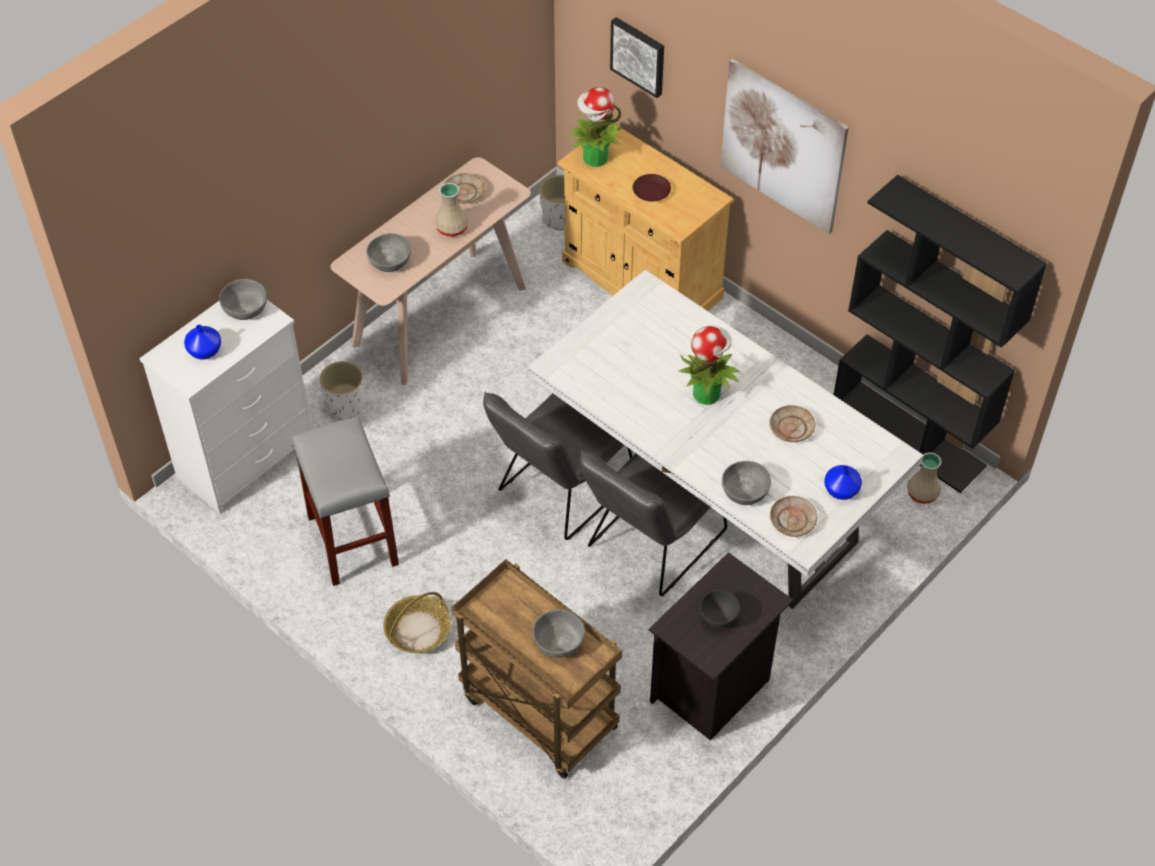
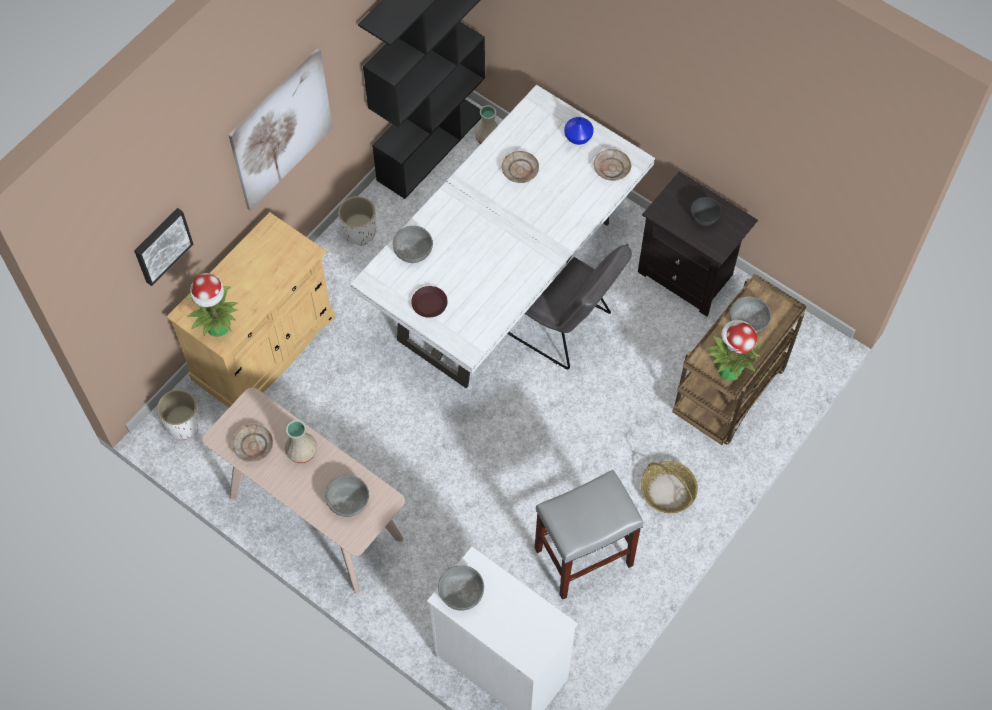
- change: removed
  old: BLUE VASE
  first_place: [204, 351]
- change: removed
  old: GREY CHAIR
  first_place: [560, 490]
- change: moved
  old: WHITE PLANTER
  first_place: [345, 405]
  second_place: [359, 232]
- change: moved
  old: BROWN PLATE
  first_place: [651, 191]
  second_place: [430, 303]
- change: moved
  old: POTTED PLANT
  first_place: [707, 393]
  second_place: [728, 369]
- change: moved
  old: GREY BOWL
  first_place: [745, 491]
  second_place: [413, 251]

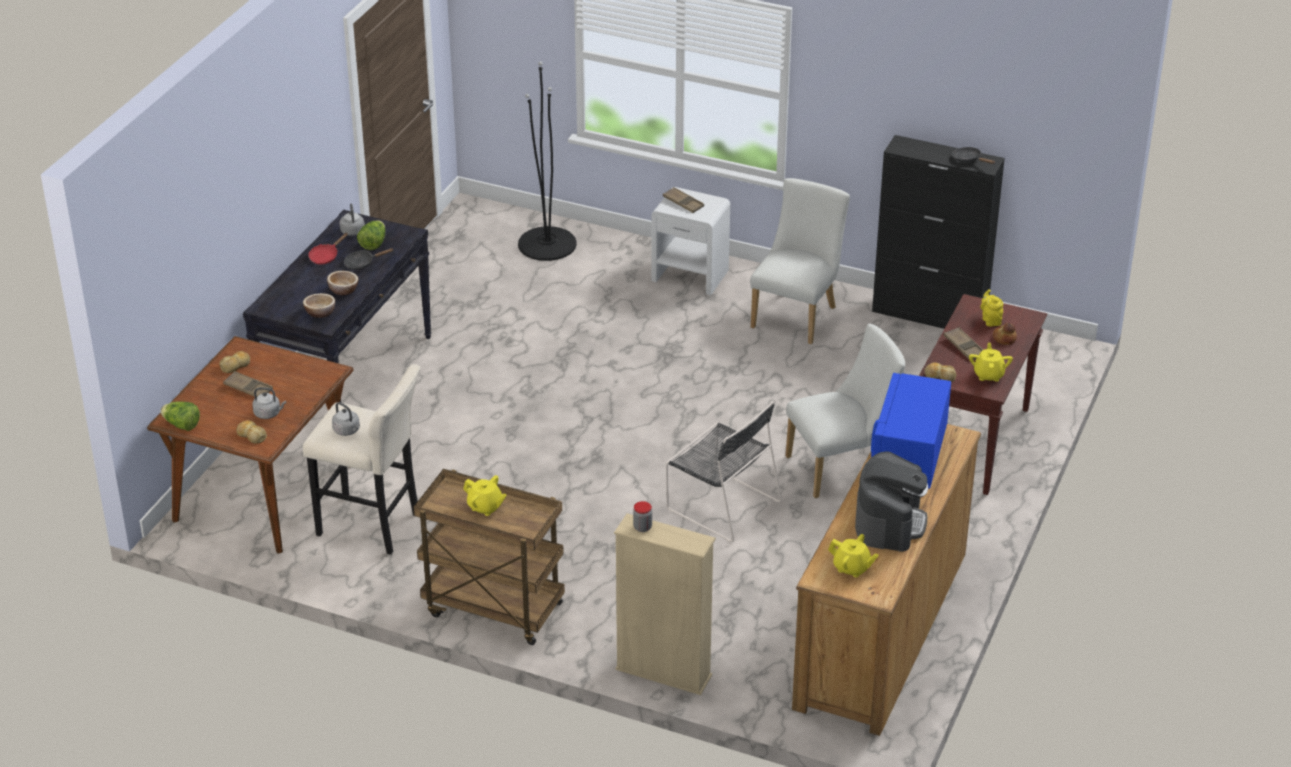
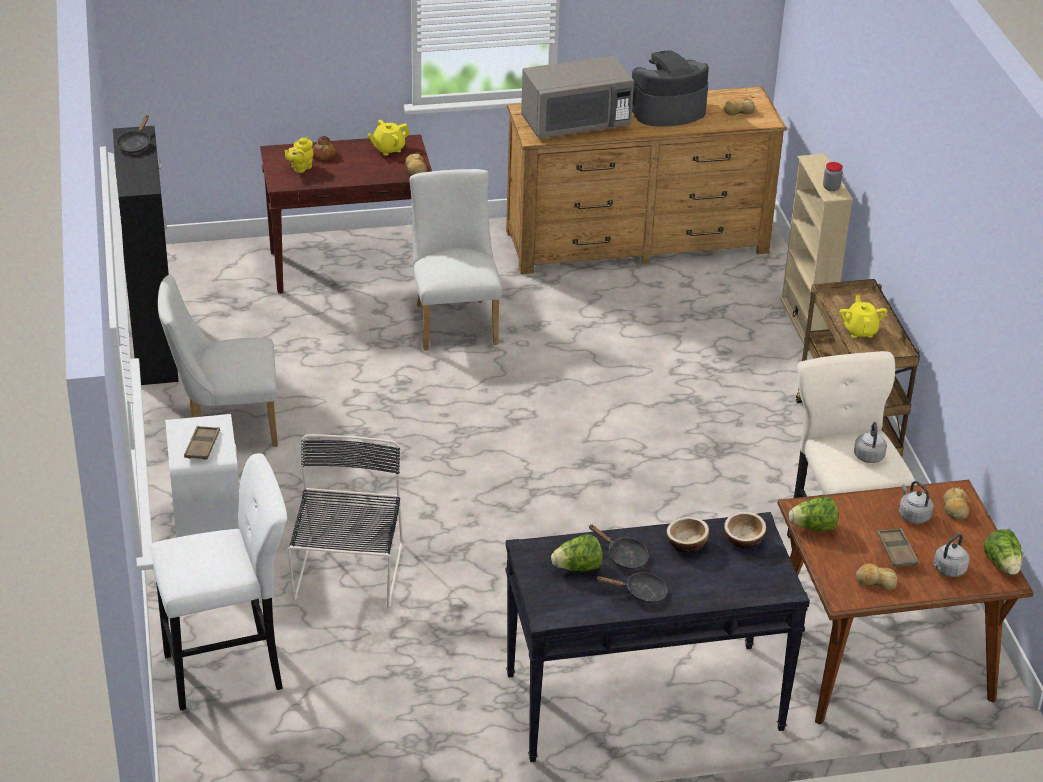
- change: removed
  old: BROWN TRAY
  first_place: [964, 347]
- change: added
  new: LETTUCE
  second_place: [813, 527]
- change: moved
  old: GREY KETTLE
  first_place: [352, 230]
  second_place: [948, 570]
- change: moved
  old: BLACK CHAIR
  first_place: [721, 504]
  second_place: [348, 576]
- change: replaced
  old: BLACK FLOOR LAMP
  new: WHITE STOOL
  first_place: [547, 244]
  second_place: [230, 670]
- change: replaced
  old: YELLOW TEAPOT
  new: BREAD
  first_place: [852, 568]
  second_place: [738, 111]
- change: recoloured
  old: RED FRYING PAN
  new: BLACK FRYING PAN
  first_place: [326, 256]
  second_place: [641, 593]
- change: recoloured
  old: BLUE MICROWAVE
  new: GREY MICROWAVE
  first_place: [909, 455]
  second_place: [575, 124]
- change: turned
  old: WHITE CHAIR
  first_place: [842, 467]
  second_place: [454, 320]
  degrees: 45

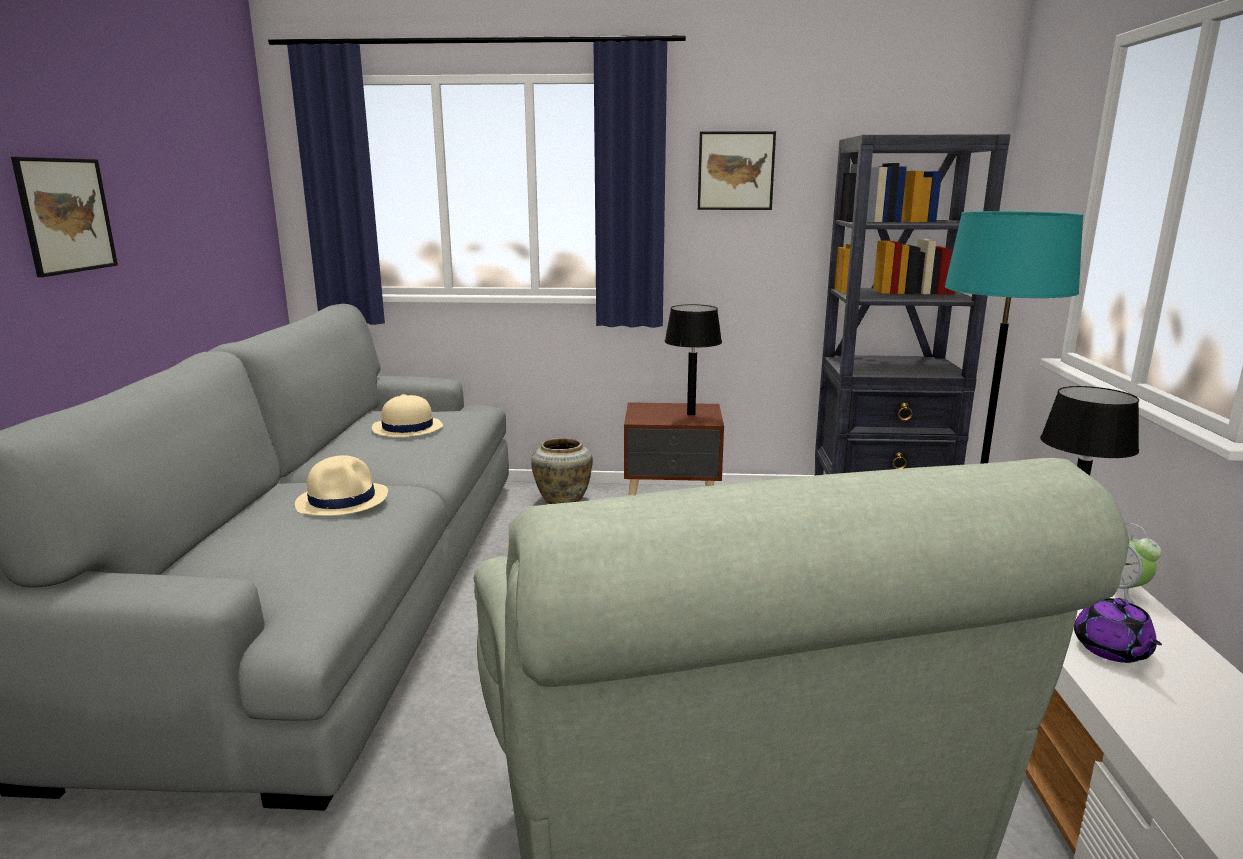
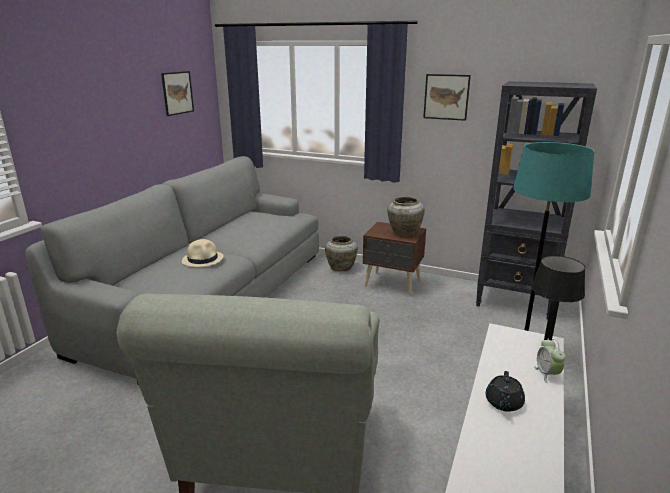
- change: removed
  old: BEIGE HAT
  first_place: [407, 428]
- change: moved
  old: PICTURE
  first_place: [66, 215]
  second_place: [177, 93]
- change: replaced
  old: BLACK TABLE LAMP
  new: BEIGE VASE
  first_place: [690, 414]
  second_place: [404, 233]
- change: recoloured
  old: PURPLE TEAPOT
  new: BLACK TEAPOT
  first_place: [1112, 650]
  second_place: [503, 403]

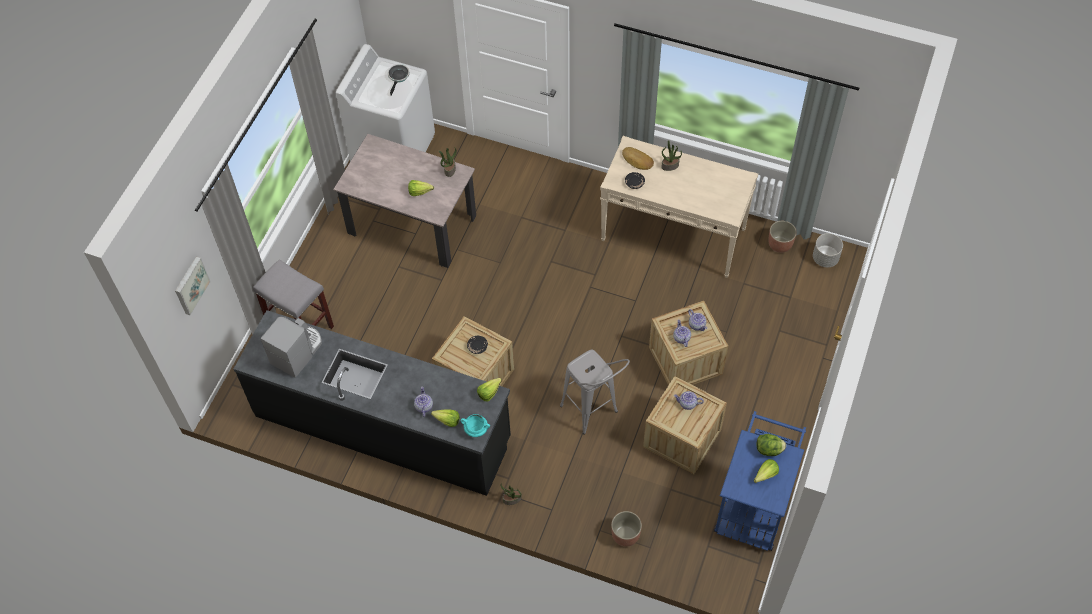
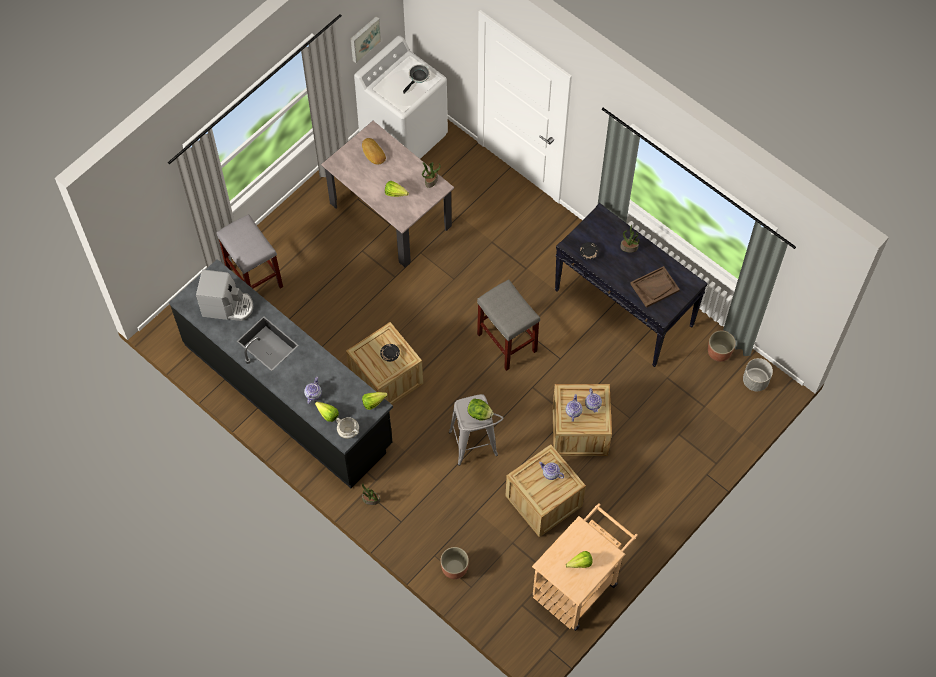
- change: added
  new: GREY STOOL
  second_place: [506, 342]
- change: added
  new: BROWN TRAY
  second_place: [654, 287]
- change: moved
  old: PICTURE
  first_place: [190, 285]
  second_place: [364, 38]
- change: moved
  old: BREAD
  first_place: [637, 160]
  second_place: [373, 153]
- change: moved
  old: LETTUCE
  first_place: [769, 450]
  second_place: [479, 414]
- change: recoloured
  old: TURQUOISE COOKING POT
  new: WHITE COOKING POT
  first_place: [476, 429]
  second_place: [349, 431]
- change: recoloured
  old: BEIGE CONSOLE TABLE
  new: BLACK CONSOLE TABLE
  first_place: [674, 234]
  second_place: [624, 308]
- change: recoloured
  old: BLUE CART
  new: BEIGE CART
  first_place: [753, 504]
  second_place: [579, 583]
- change: turned
  old: COFFEE MACHINE
  first_place: [297, 352]
  second_place: [227, 306]
  degrees: 45

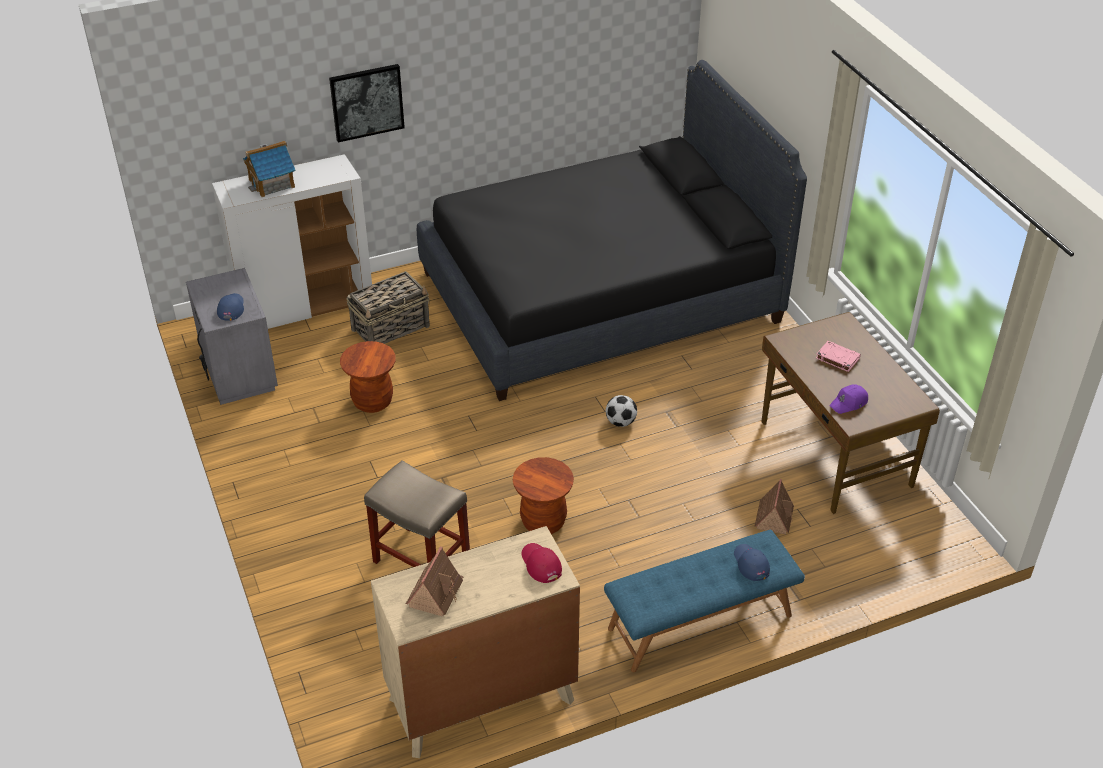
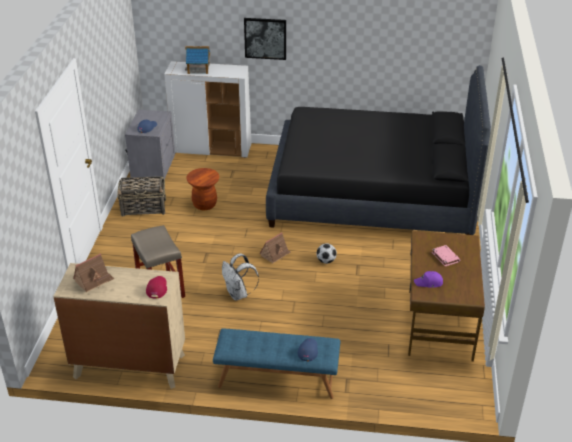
- change: moved
  old: BASKET
  first_place: [391, 328]
  second_place: [144, 207]
- change: moved
  old: TOY HOUSE
  first_place: [774, 517]
  second_place: [275, 254]
- change: replaced
  old: BROWN STOOL
  new: WHITE BACKPACK
  first_place: [543, 521]
  second_place: [238, 294]

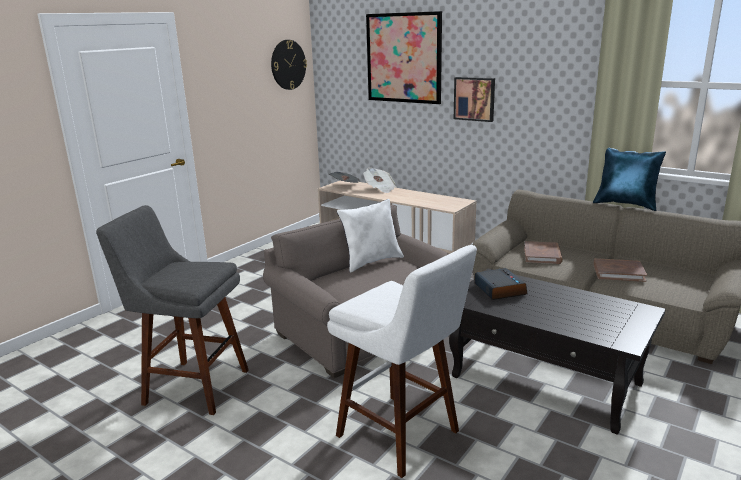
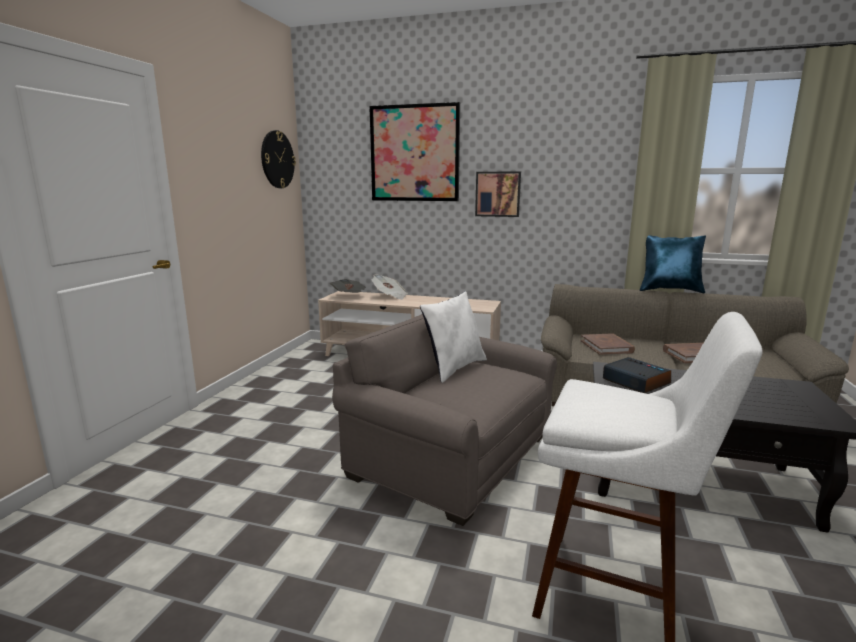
- change: removed
  old: GREY STOOL
  first_place: [192, 386]

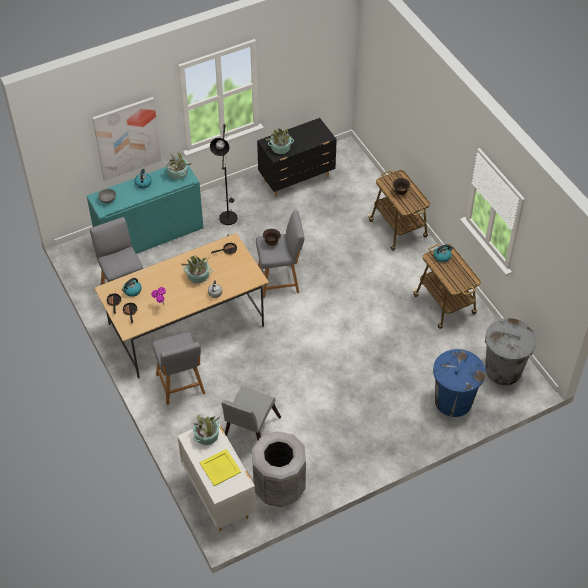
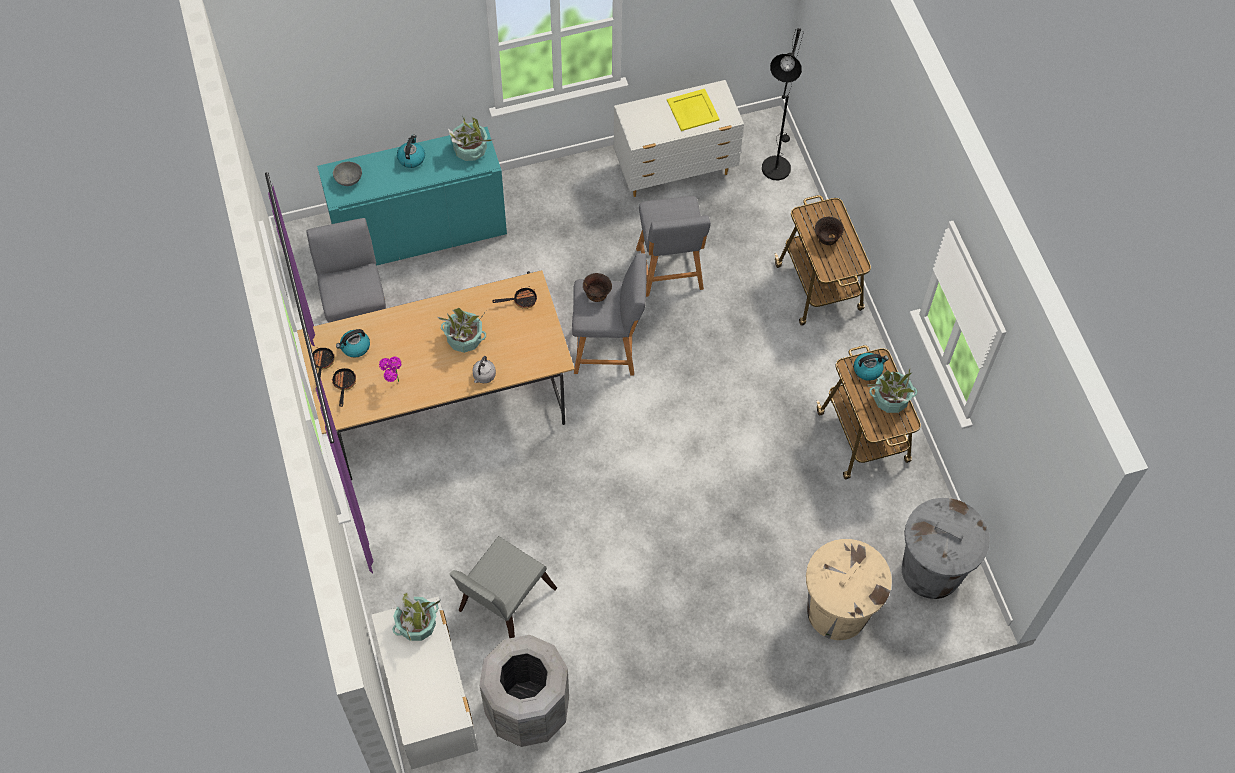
- change: removed
  old: PICTURE
  first_place: [127, 138]
- change: moved
  old: GREY STOOL
  first_place: [181, 386]
  second_place: [670, 272]
- change: moved
  old: YELLOW TRAY
  first_place: [220, 467]
  second_place: [693, 109]
- change: moved
  old: BLACK FLOOR LAMP
  first_place: [228, 215]
  second_place: [776, 163]
- change: moved
  old: POTTED PLANT
  first_place: [281, 148]
  second_place: [890, 399]
- change: recoloured
  old: BLACK DRESSER
  new: WHITE DRESSER
  first_place: [297, 179]
  second_place: [676, 170]
- change: recoloured
  old: BLUE TRASH CAN
  new: BEIGE TRASH CAN
  first_place: [453, 401]
  second_place: [837, 611]

